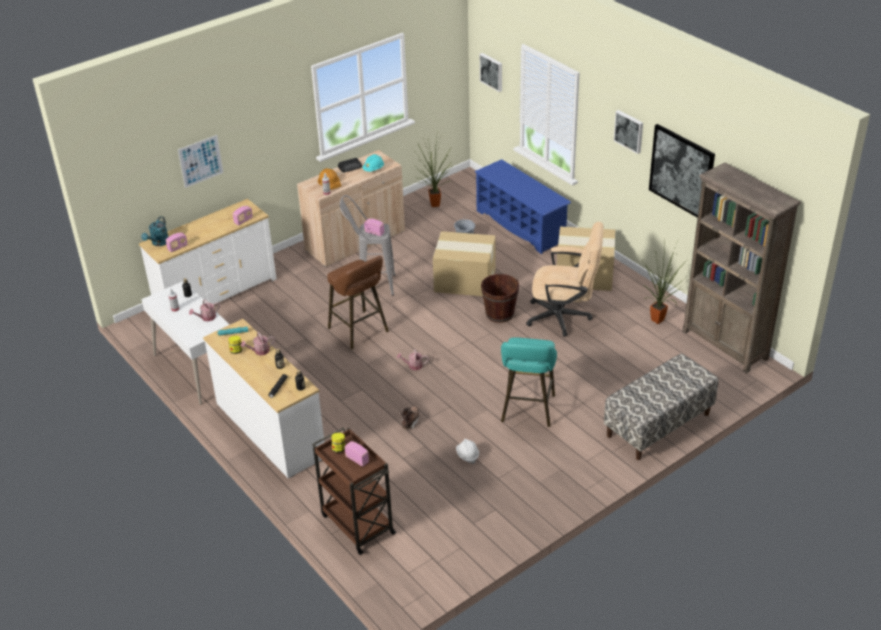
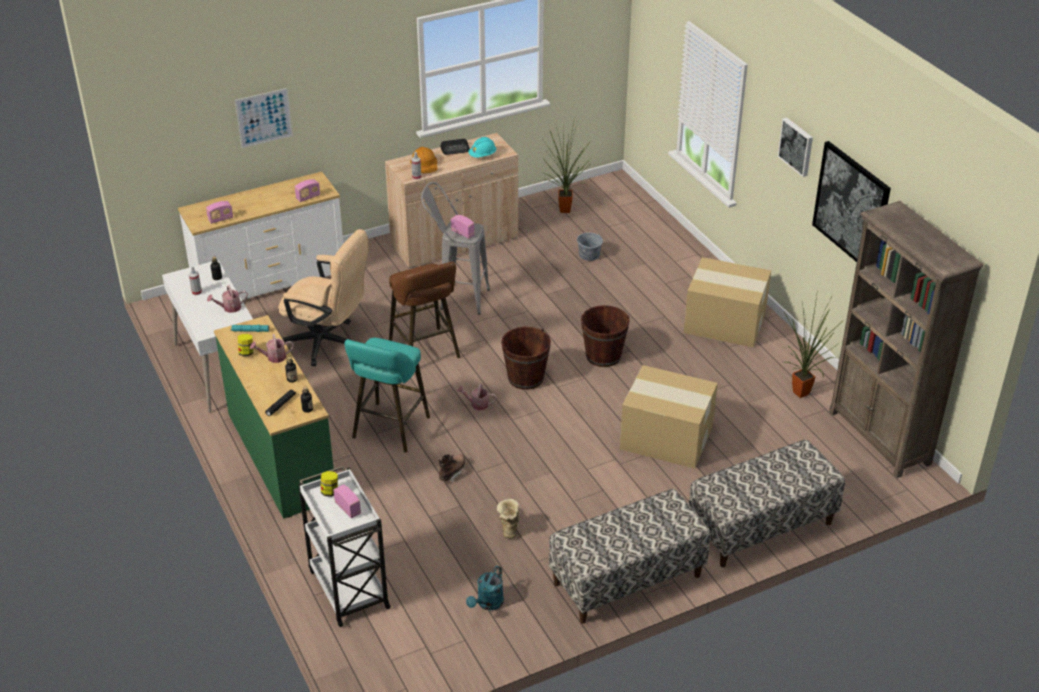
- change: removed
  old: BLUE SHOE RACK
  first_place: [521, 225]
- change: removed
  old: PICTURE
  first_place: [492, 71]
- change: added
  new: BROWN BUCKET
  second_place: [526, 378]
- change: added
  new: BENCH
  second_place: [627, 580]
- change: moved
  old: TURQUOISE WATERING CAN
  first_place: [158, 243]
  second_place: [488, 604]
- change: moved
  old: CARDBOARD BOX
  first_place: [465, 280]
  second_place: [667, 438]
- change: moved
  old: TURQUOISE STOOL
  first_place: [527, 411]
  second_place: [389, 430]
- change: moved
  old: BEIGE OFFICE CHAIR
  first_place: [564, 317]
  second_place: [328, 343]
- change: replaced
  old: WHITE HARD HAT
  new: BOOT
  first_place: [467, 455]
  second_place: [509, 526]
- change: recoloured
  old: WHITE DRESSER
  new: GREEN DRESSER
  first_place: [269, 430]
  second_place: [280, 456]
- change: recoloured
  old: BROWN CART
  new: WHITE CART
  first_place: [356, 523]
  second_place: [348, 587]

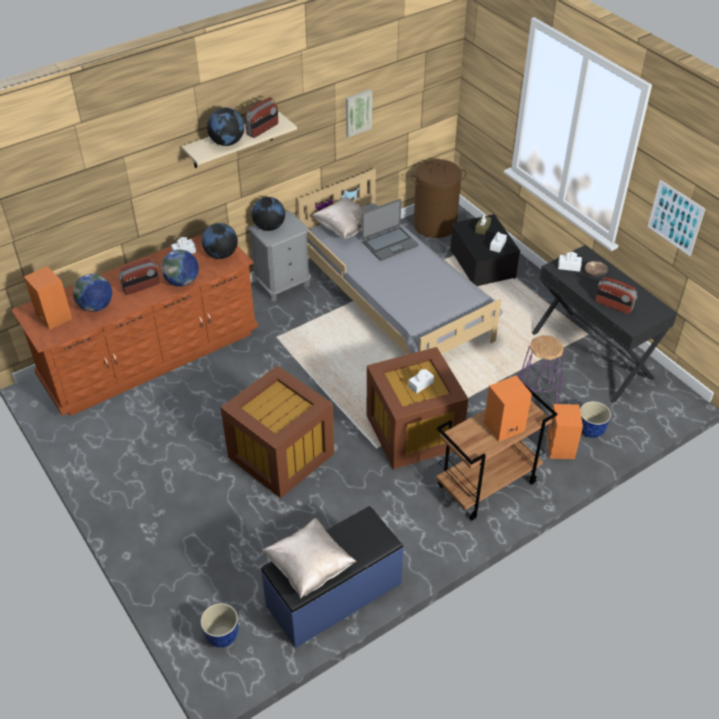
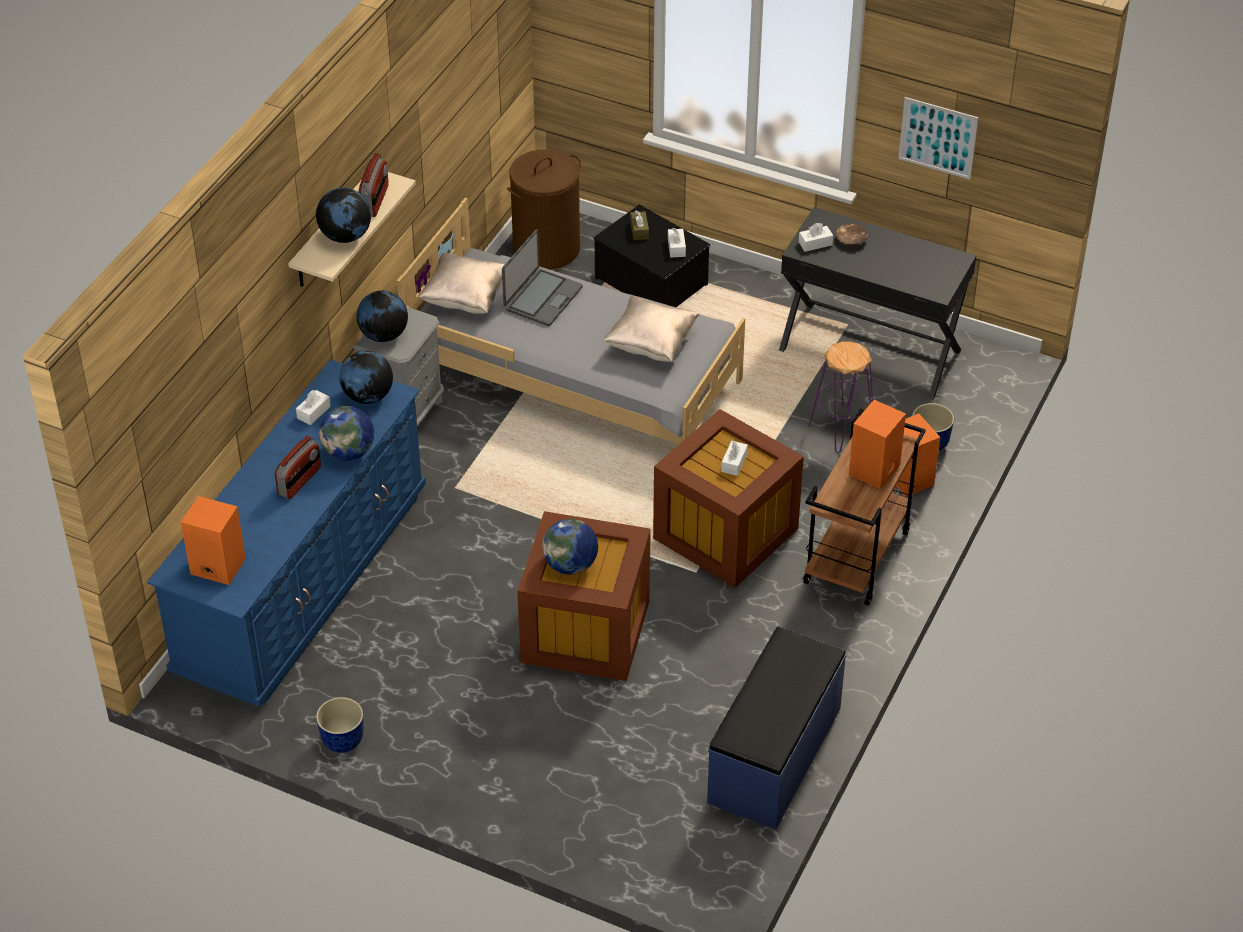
- change: removed
  old: PICTURE
  first_place: [357, 112]
- change: removed
  old: RADIO
  first_place: [613, 305]
- change: moved
  old: GLOBE
  first_place: [96, 306]
  second_place: [570, 565]
- change: moved
  old: PLANTER
  first_place: [221, 636]
  second_place: [342, 741]
- change: moved
  old: BEIGE PILLOW
  first_place: [309, 567]
  second_place: [651, 344]
- change: recoloured
  old: BROWN DRESSER
  new: BLUE DRESSER
  first_place: [150, 355]
  second_place: [303, 582]

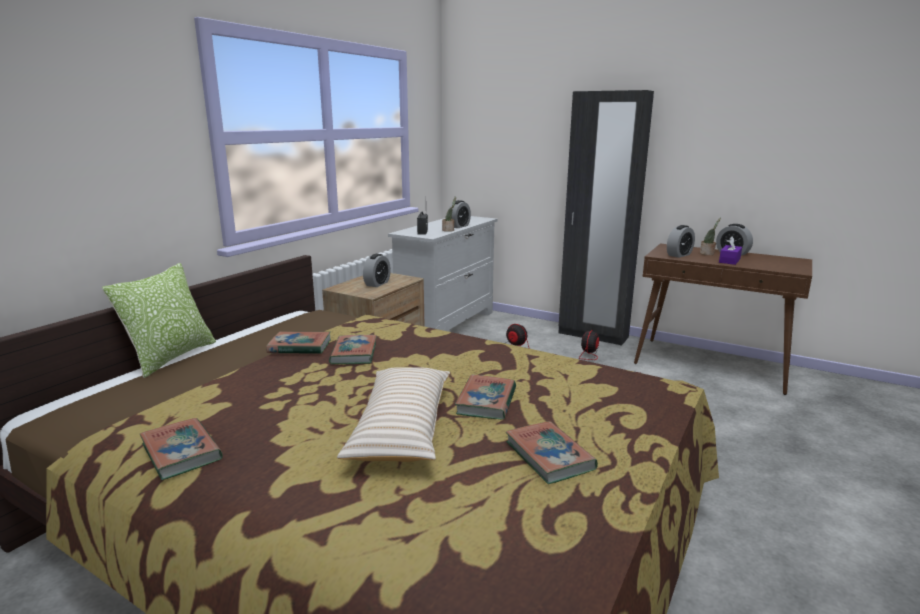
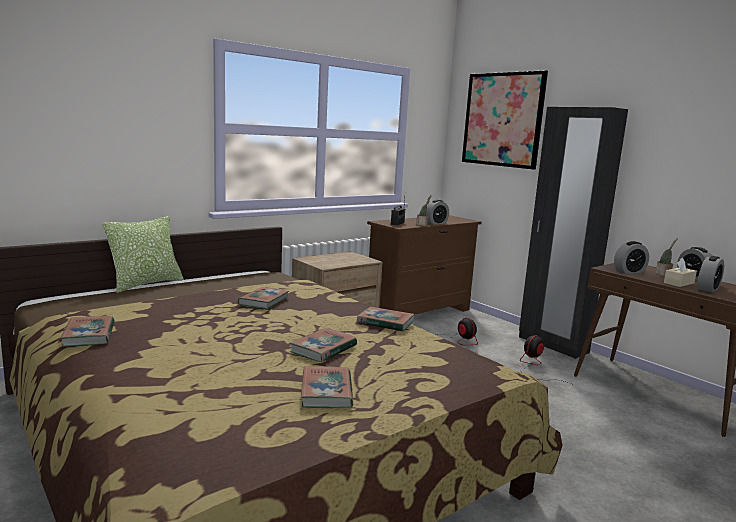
- change: removed
  old: BEIGE PILLOW
  first_place: [402, 427]
- change: added
  new: PICTURE
  second_place: [502, 119]
- change: moved
  old: BOOK
  first_place: [300, 347]
  second_place: [385, 323]
- change: moved
  old: ALARM CLOCK
  first_place: [377, 284]
  second_place: [708, 289]
- change: recoloured
  old: WHITE DRESSER
  new: BROWN DRESSER
  first_place: [447, 324]
  second_place: [419, 312]
- change: recoloured
  old: PURPLE TISSUE BOX
  new: BEIGE TISSUE BOX
  first_place: [729, 260]
  second_place: [679, 283]

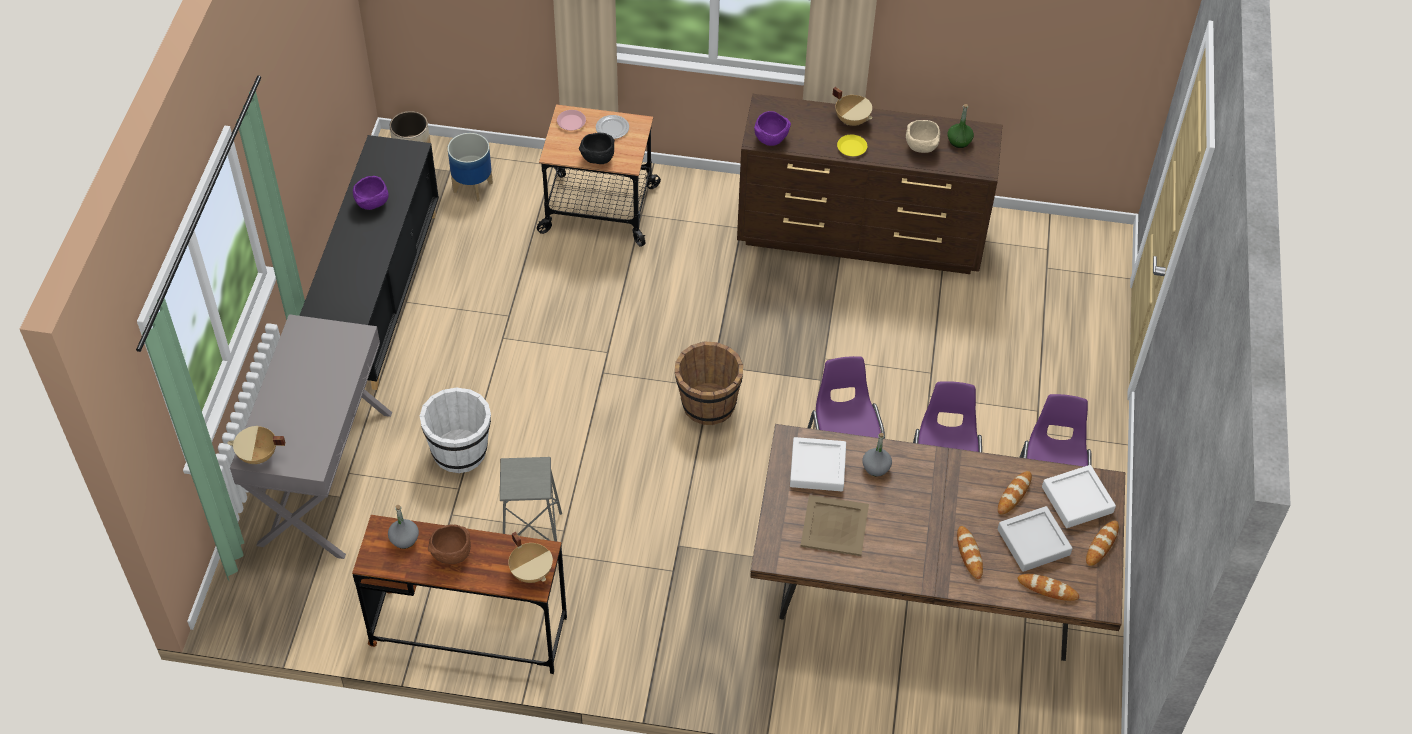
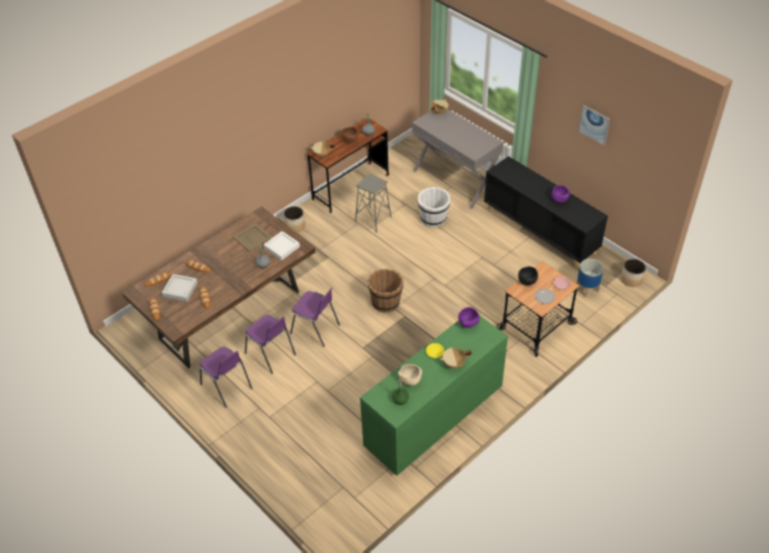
- change: removed
  old: WHITE TRAY
  first_place: [1077, 500]
- change: added
  new: PLANTER
  second_place: [295, 226]
- change: added
  new: PICTURE
  second_place: [594, 124]
- change: recoloured
  old: BROWN DRESSER
  new: GREEN DRESSER
  first_place: [861, 236]
  second_place: [433, 419]

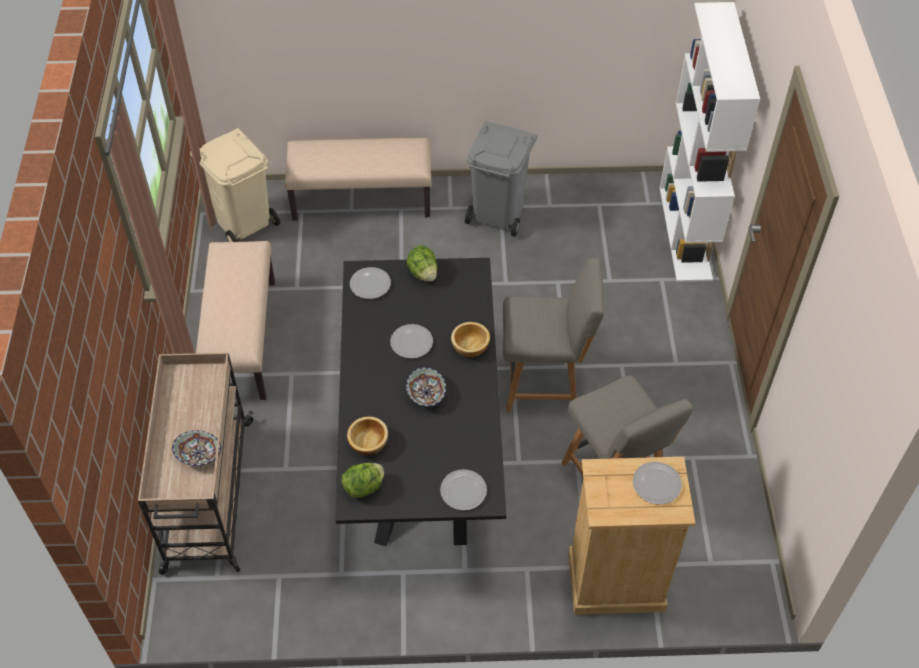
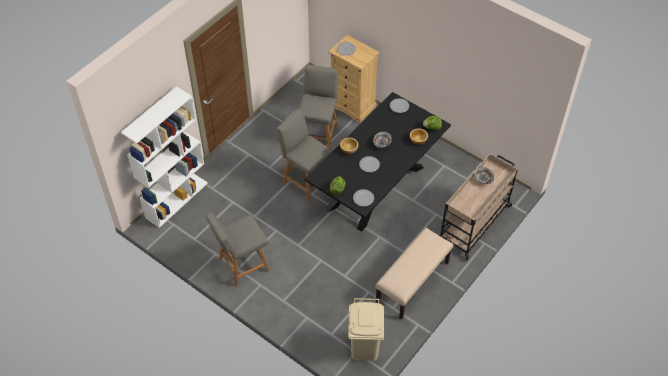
- change: removed
  old: BEIGE BENCH
  first_place: [362, 199]
- change: replaced
  old: GREY TRASH CAN
  new: GREY CHAIR
  first_place: [499, 214]
  second_place: [242, 265]

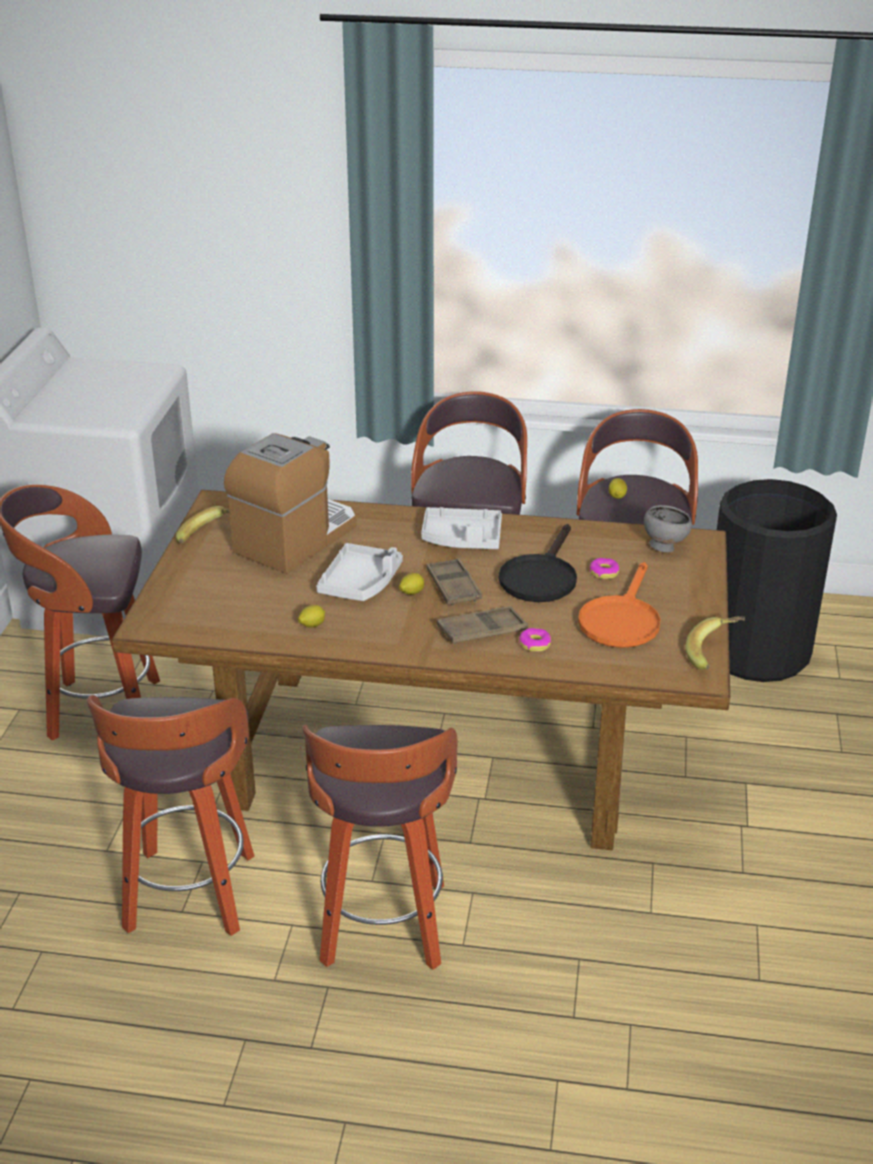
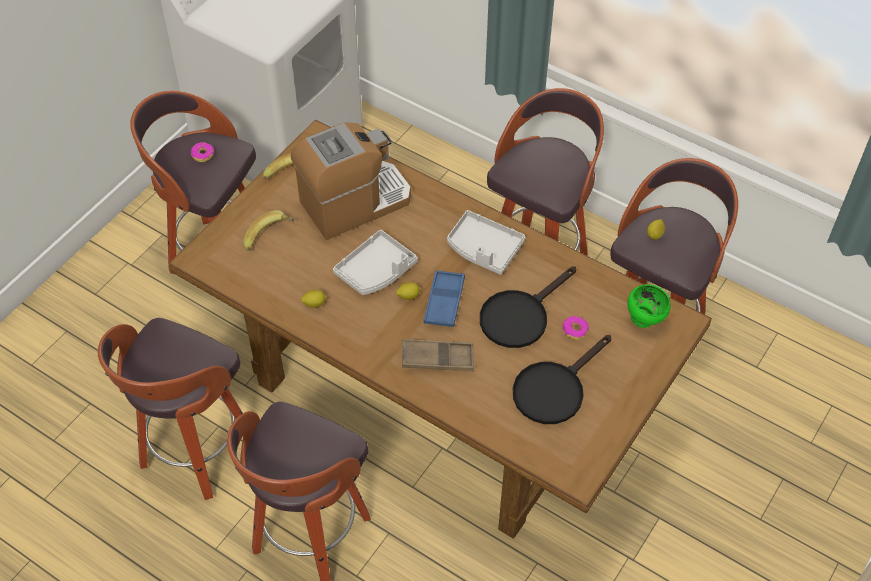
- change: removed
  old: BLACK TRASH CAN
  first_place: [756, 651]
- change: moved
  old: DONUT
  first_place: [535, 644]
  second_place: [203, 155]
- change: moved
  old: BANANA
  first_place: [715, 654]
  second_place: [271, 238]
- change: recoloured
  old: BROWN TRAY
  new: BLUE TRAY
  first_place: [453, 587]
  second_place: [444, 302]
- change: recoloured
  old: ORANGE FRYING PAN
  new: BLACK FRYING PAN
  first_place: [621, 620]
  second_place: [554, 389]
- change: recoloured
  old: GREY BOWL
  new: GREEN BOWL
  first_place: [664, 547]
  second_place: [644, 319]

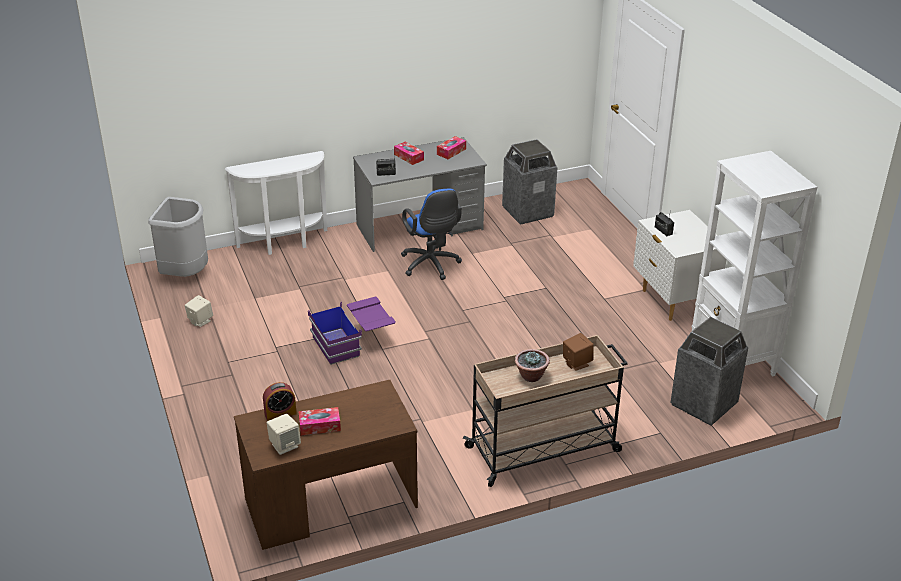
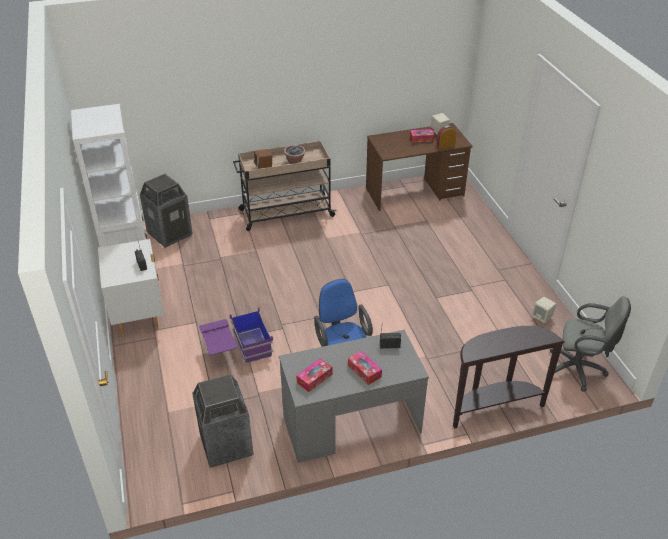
- change: moved
  old: PURPLE STORAGE BOX
  first_place: [353, 342]
  second_place: [237, 350]
- change: replaced
  old: GREY TRASH CAN
  new: GREY OFFICE CHAIR
  first_place: [185, 274]
  second_place: [579, 370]
- change: recoloured
  old: WHITE CONSOLE TABLE
  new: BROWN CONSOLE TABLE
  first_place: [285, 244]
  second_place: [494, 407]

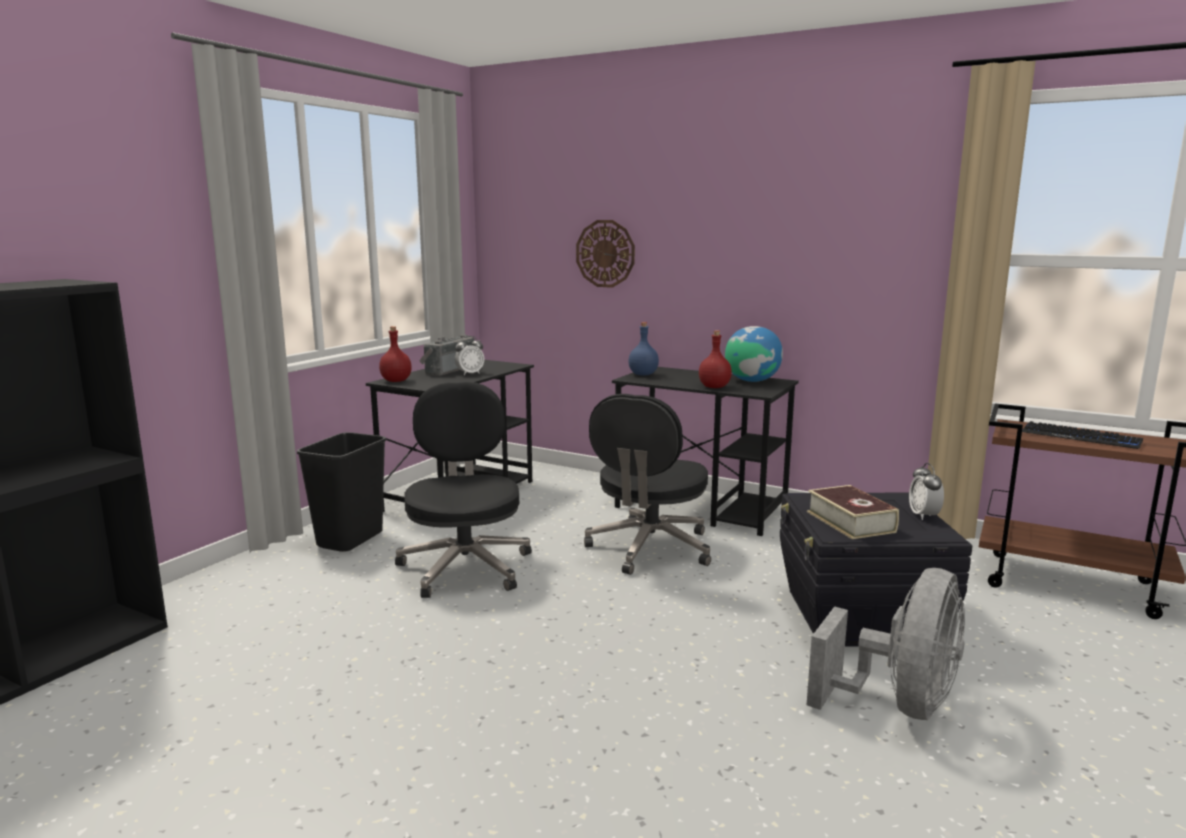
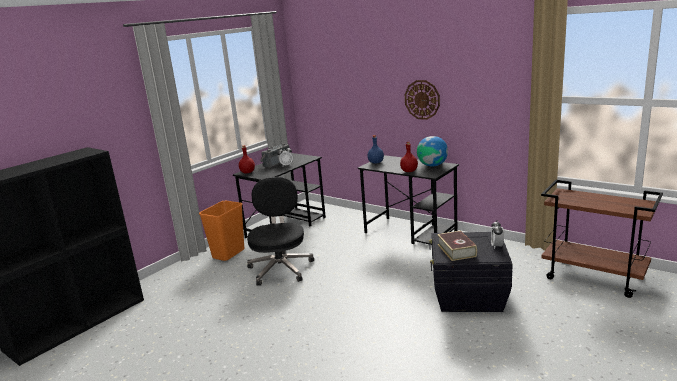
- change: removed
  old: BLACK OFFICE CHAIR
  first_place: [649, 549]
- change: removed
  old: GREY FAN
  first_place: [899, 704]
- change: removed
  old: KEYBOARD
  first_place: [1080, 437]
- change: moved
  old: WALL CLOCK
  first_place: [605, 253]
  second_place: [422, 99]
- change: recoloured
  old: BLACK TRASH CAN
  new: ORANGE TRASH CAN
  first_place: [349, 540]
  second_place: [228, 254]

